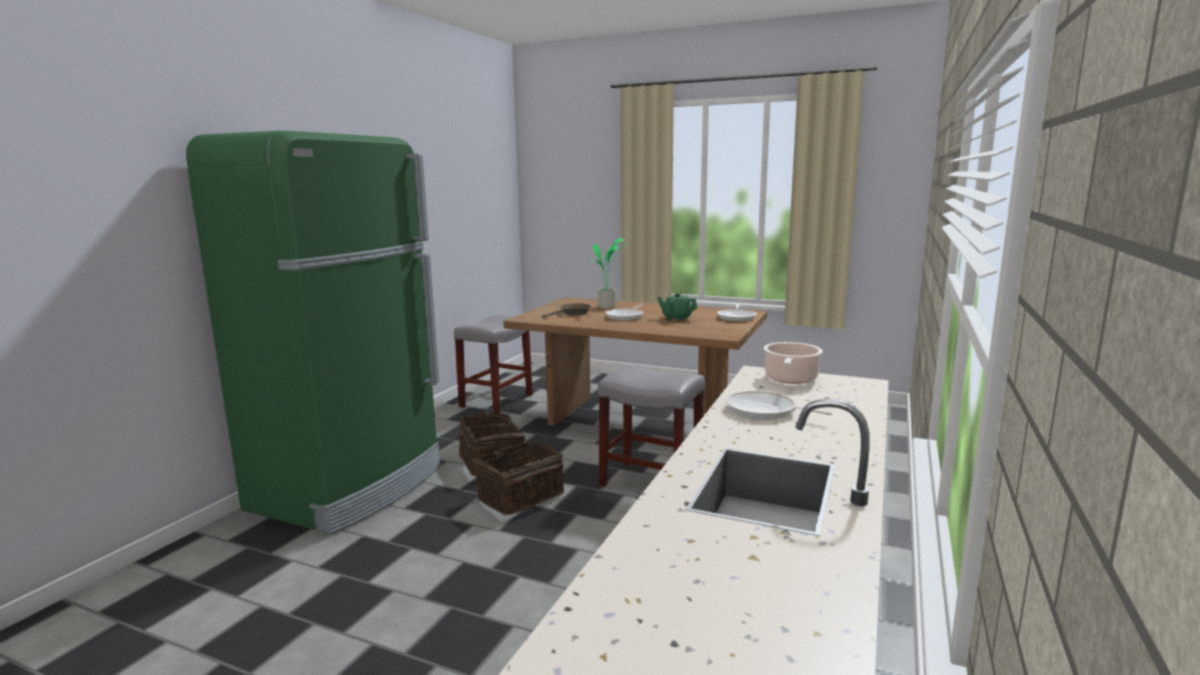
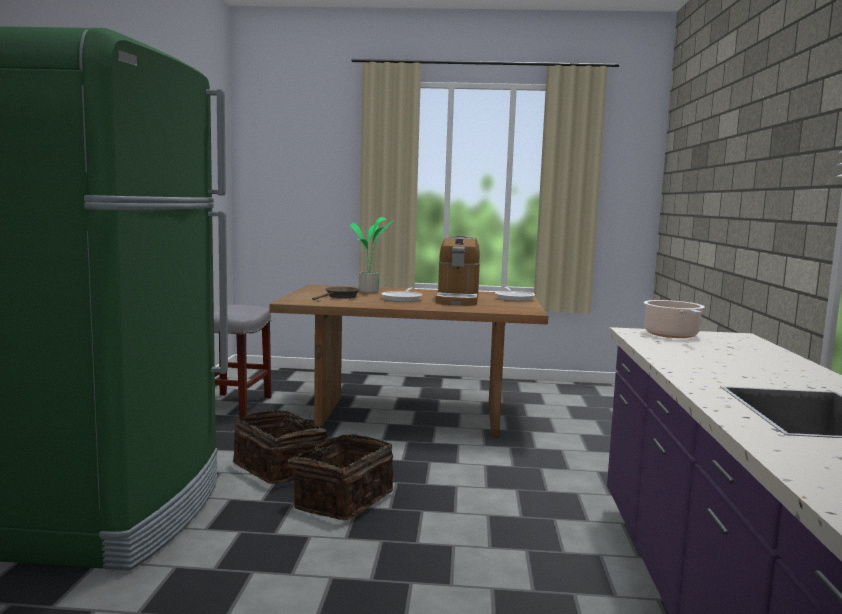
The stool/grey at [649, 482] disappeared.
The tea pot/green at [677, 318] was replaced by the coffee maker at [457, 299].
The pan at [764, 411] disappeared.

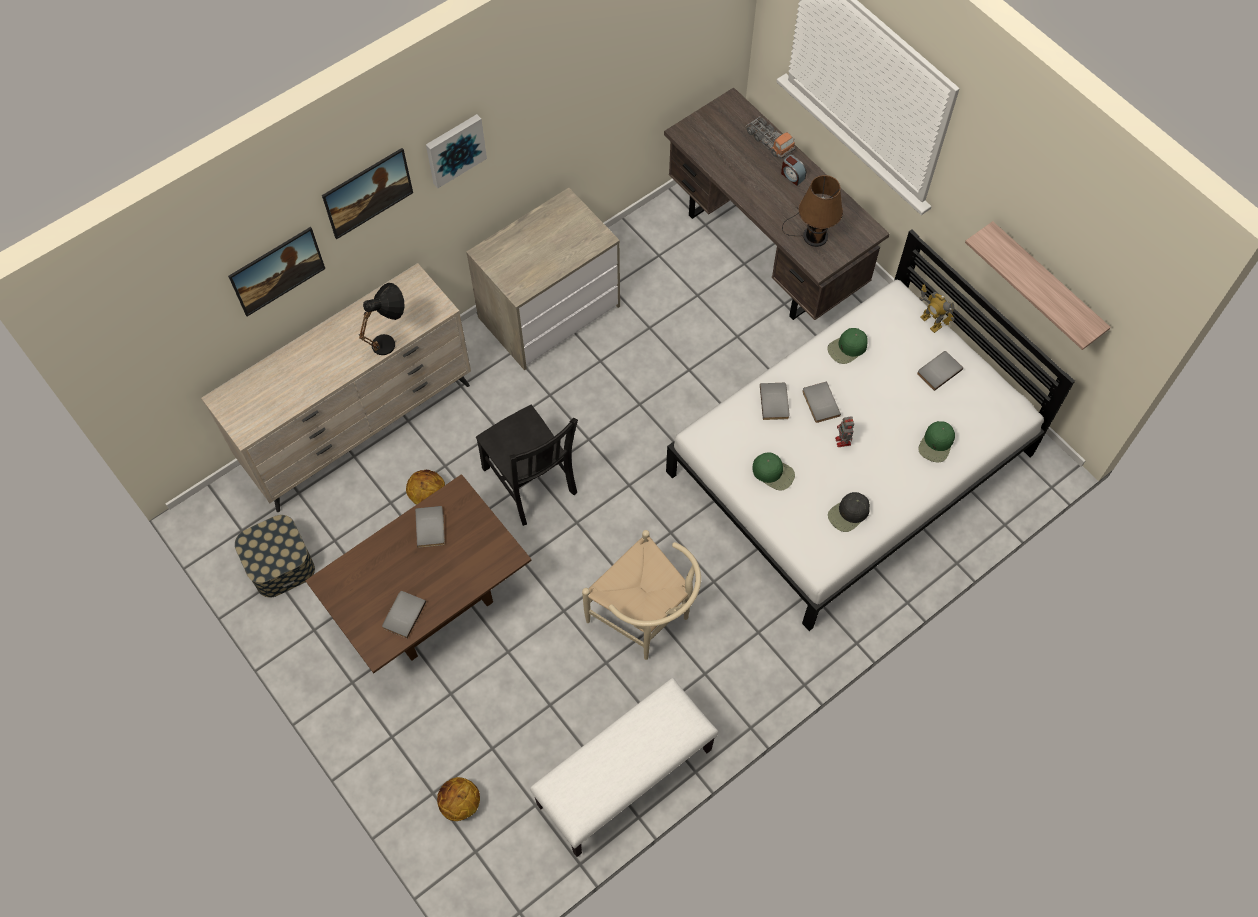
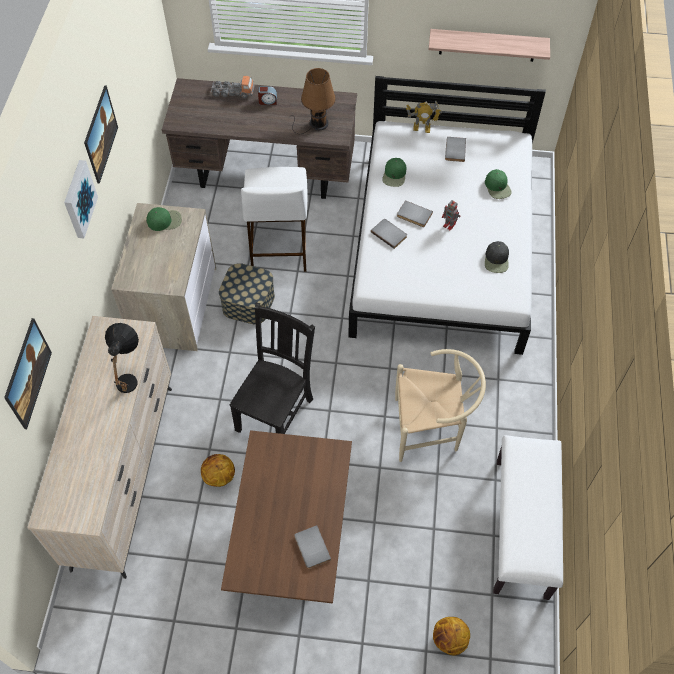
The storage box moved from [280, 564] to [248, 302].
The wall art moved from [371, 204] to [104, 144].
The bound book/grey at [431, 527] disappeared.
The plain chair/black at [531, 483] turned 75 degrees counterclockwise.
The cap/green moved from [773, 473] to [165, 221].
The stool/whitish at [278, 244] appeared.

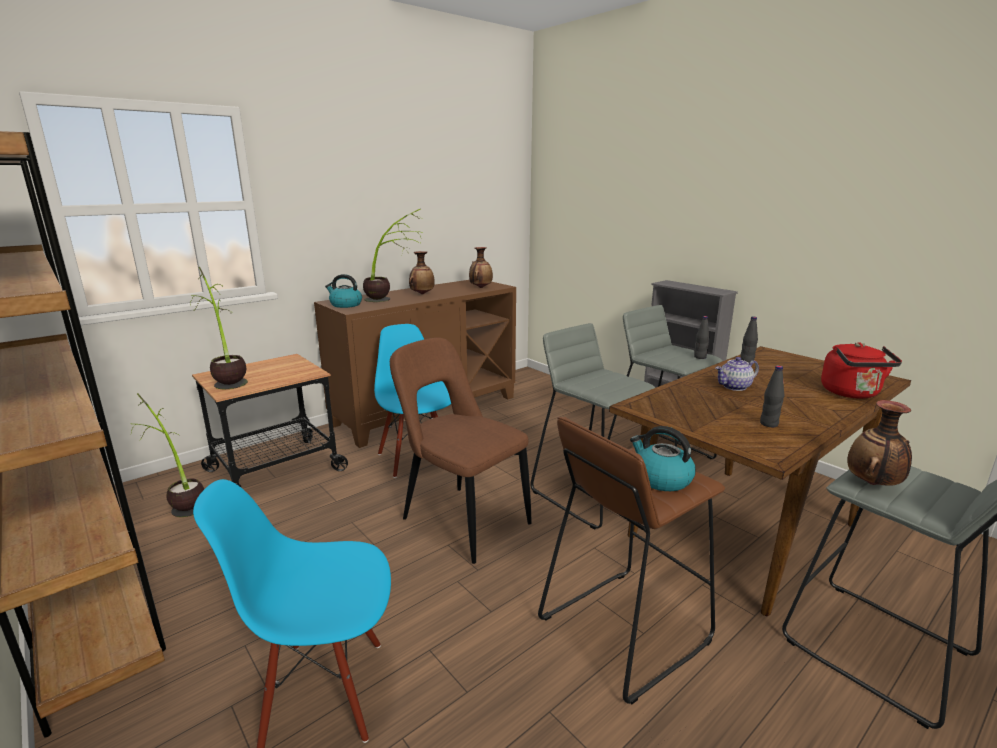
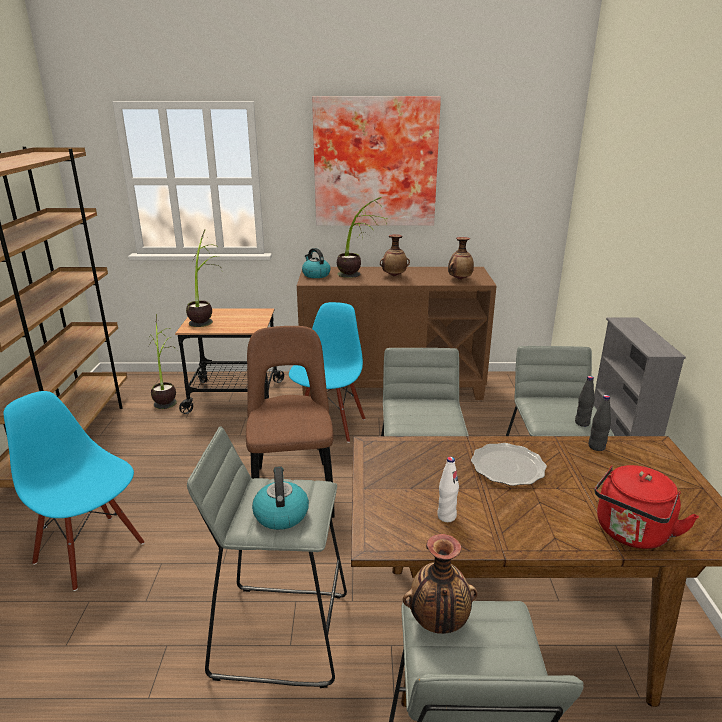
The stool/brownish at [622, 630] became the stool/grey at [280, 633].
The tea pot at [734, 387] was replaced by the dinner plate at [508, 467].
The beverage bottle/black at [768, 424] became the beverage bottle/whitish at [446, 516].
The wall art at [375, 162] appeared.

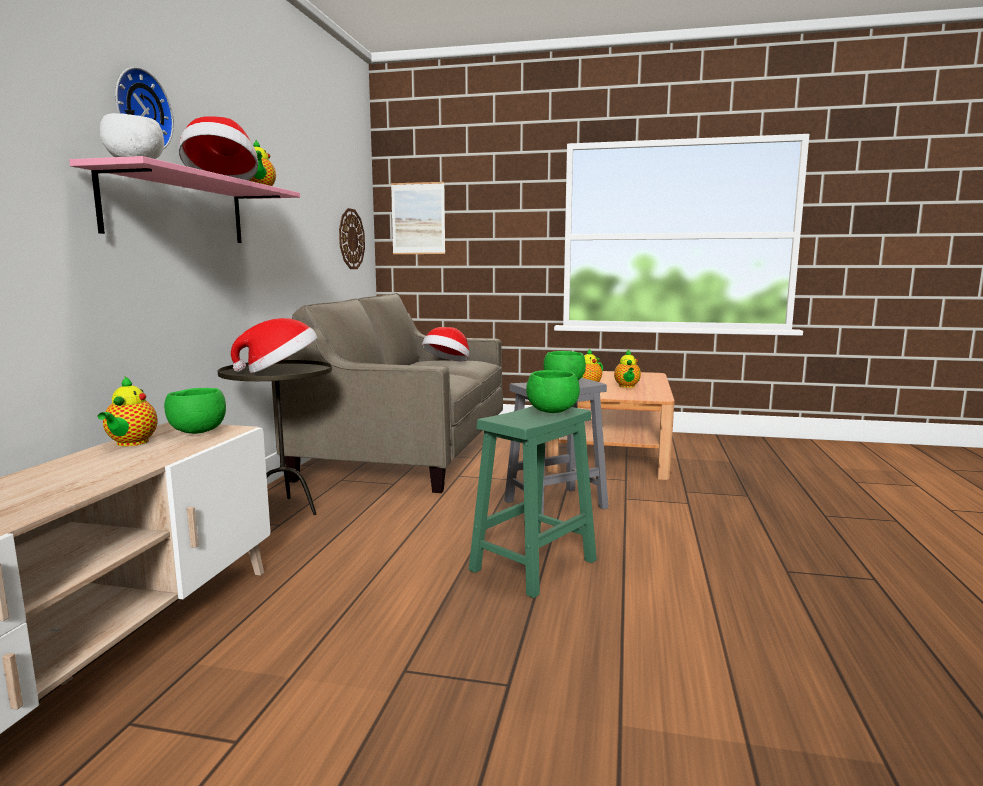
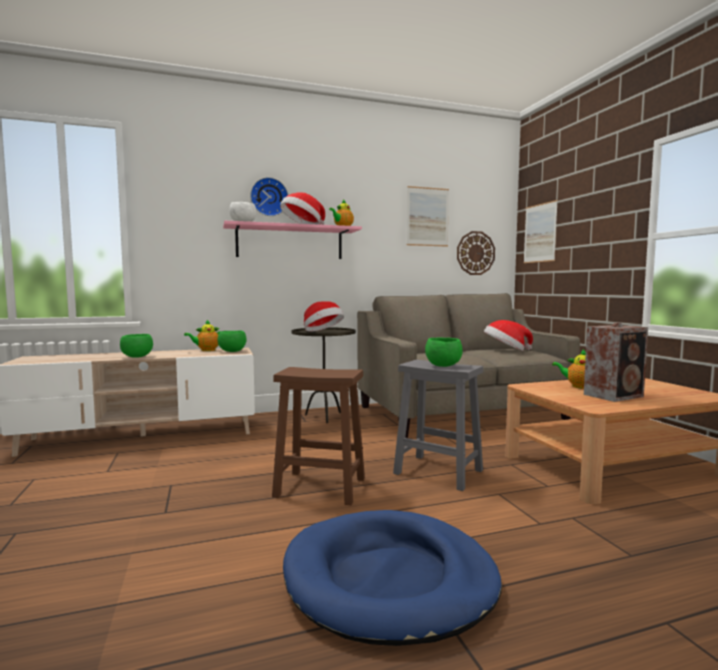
The stool/green at [534, 564] became the stool/brownish at [322, 487].
The deep dish/green moved from [552, 412] to [137, 357].
The tea pot at [627, 386] was replaced by the audio speaker at [615, 395].
The pet bed/bluish at [389, 579] appeared.
The wall art at [427, 217] appeared.

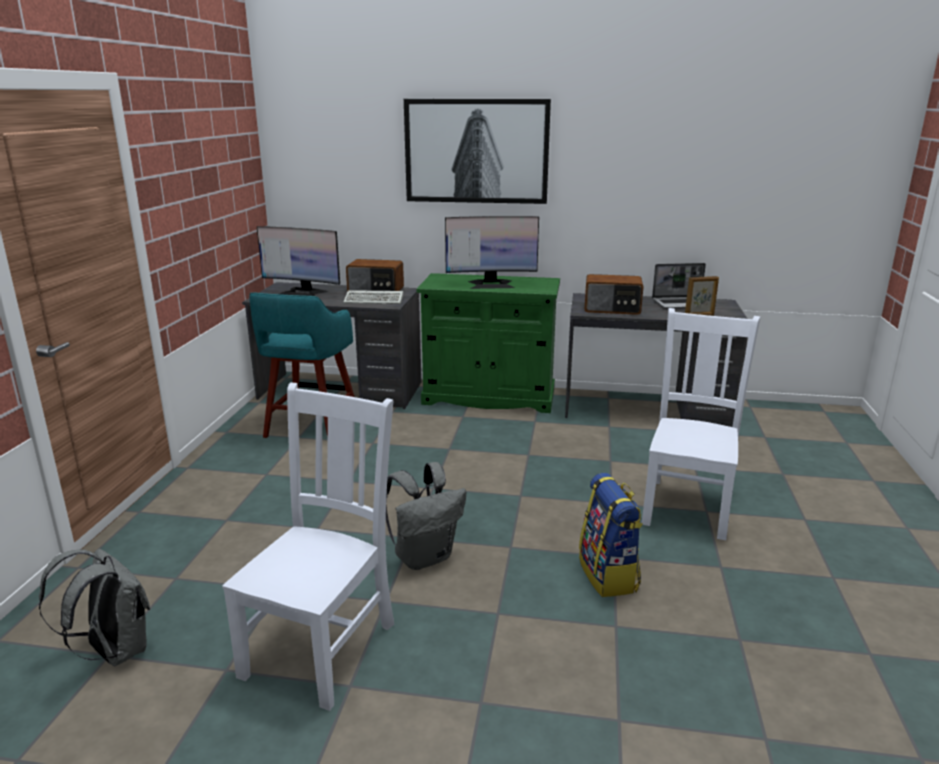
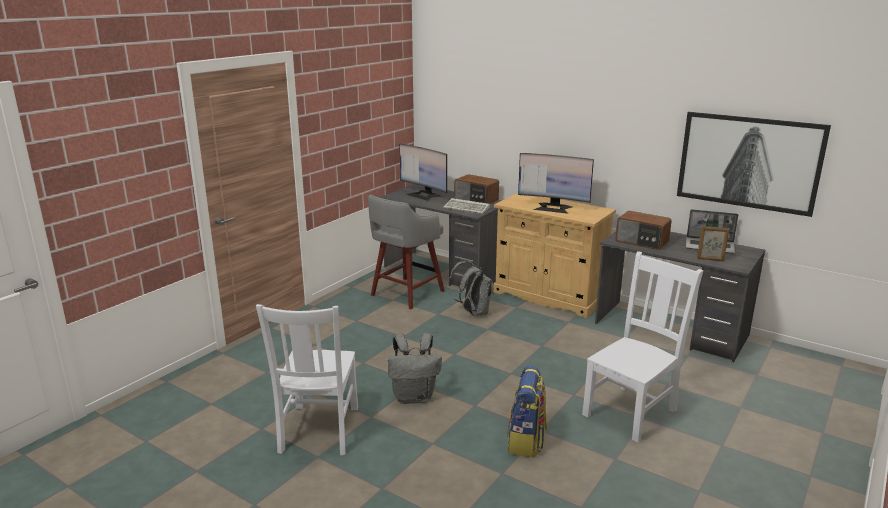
The knapsack/grey moved from [114, 651] to [473, 312].
The plain chair/whitish at [323, 646] turned 135 degrees clockwise.
The stool/blue-green at [311, 427] became the stool/grey at [406, 294].
The wall art moved from [476, 151] to [749, 162].
The storage cabinet/green at [489, 397] became the storage cabinet/beige-coloured at [549, 296].

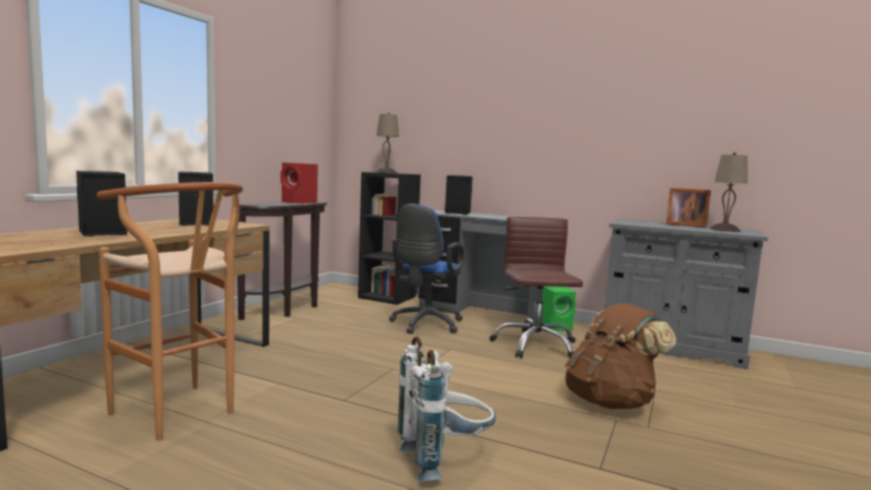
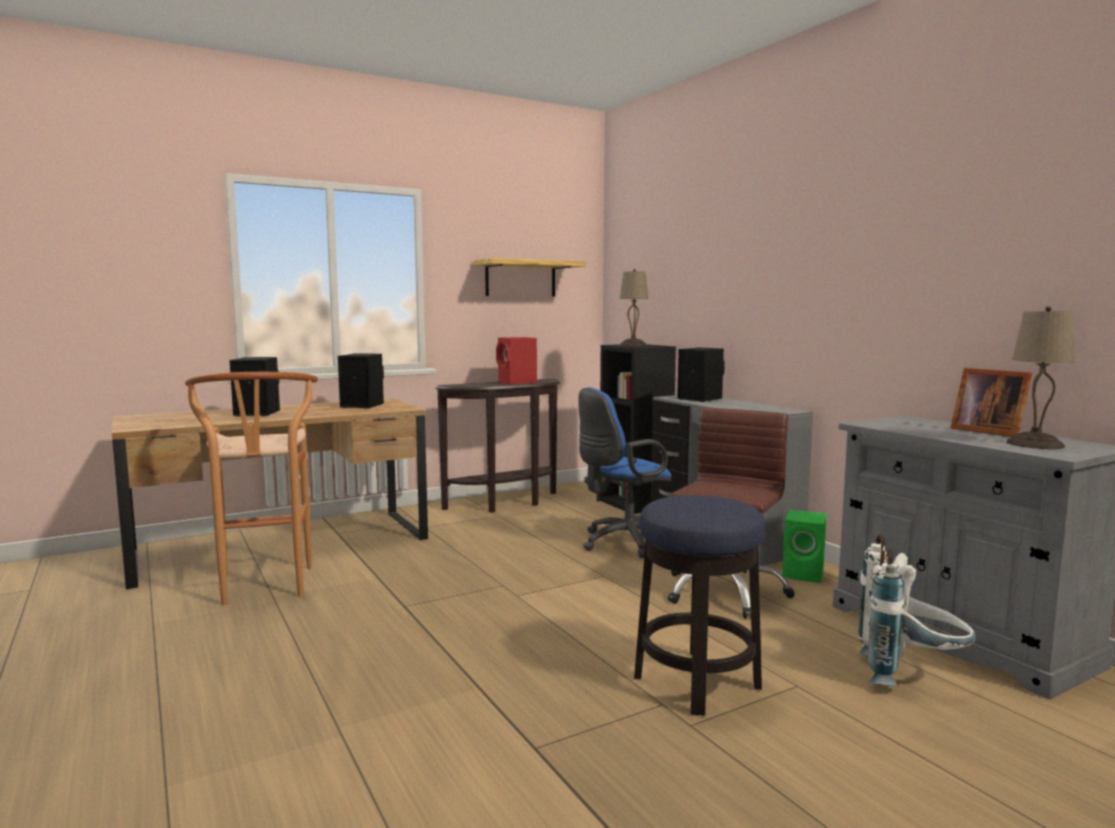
The knapsack/whitish moved from [445, 460] to [909, 675].
The knapsack/brownish at [610, 402] was replaced by the stool at [697, 682].
The wall shelf at [520, 279] appeared.

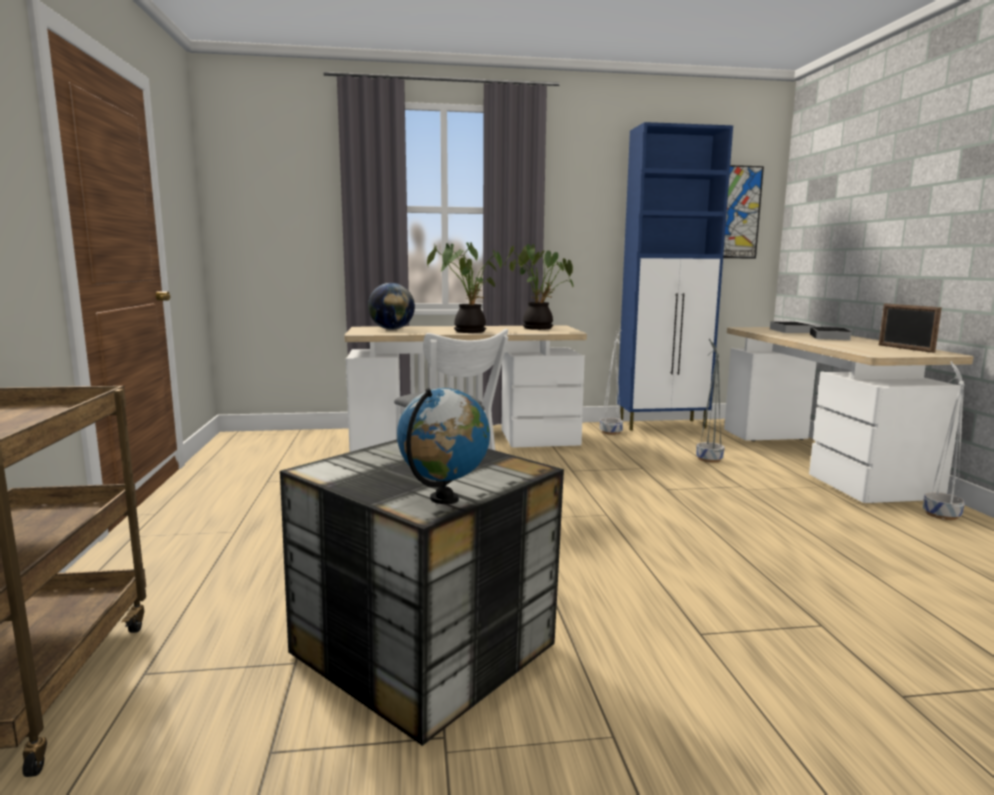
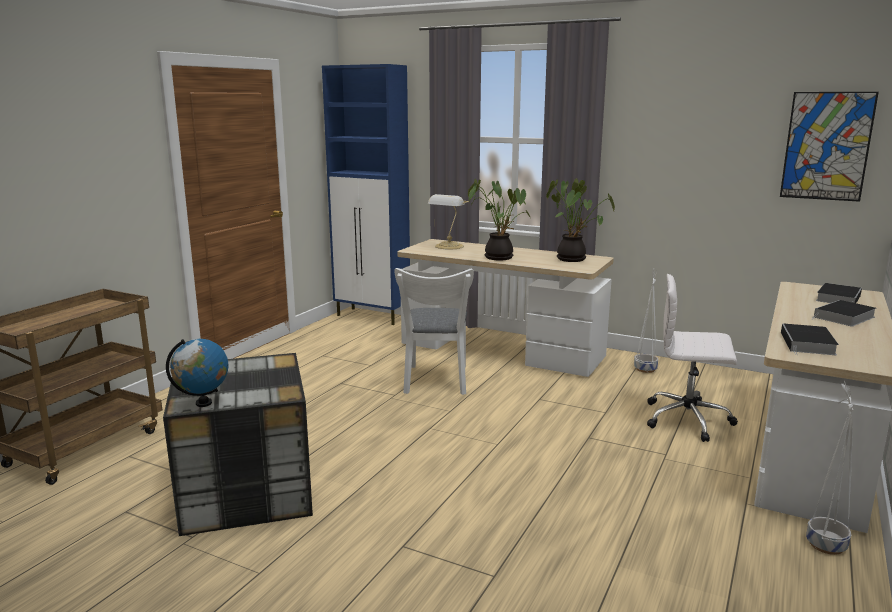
The world globe at [392, 329] was replaced by the tabletop lamp at [448, 246].
The storage cabinet/bluish moved from [663, 425] to [373, 316].
The plant pot/grey at [708, 459] was replaced by the computer chair/whitish at [689, 419].
The photo frame at [905, 348] disappeared.
The bound book at [808, 344] appeared.

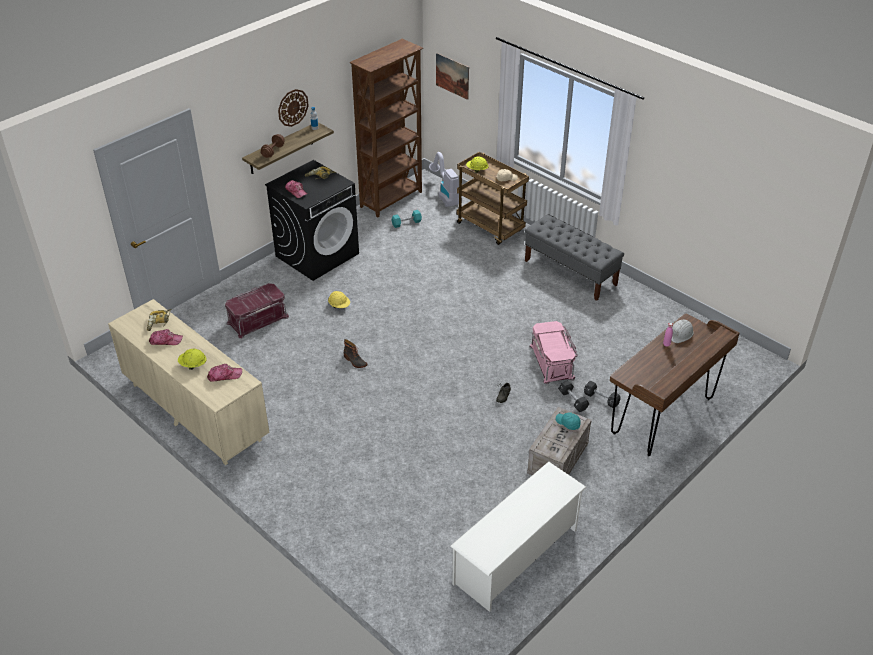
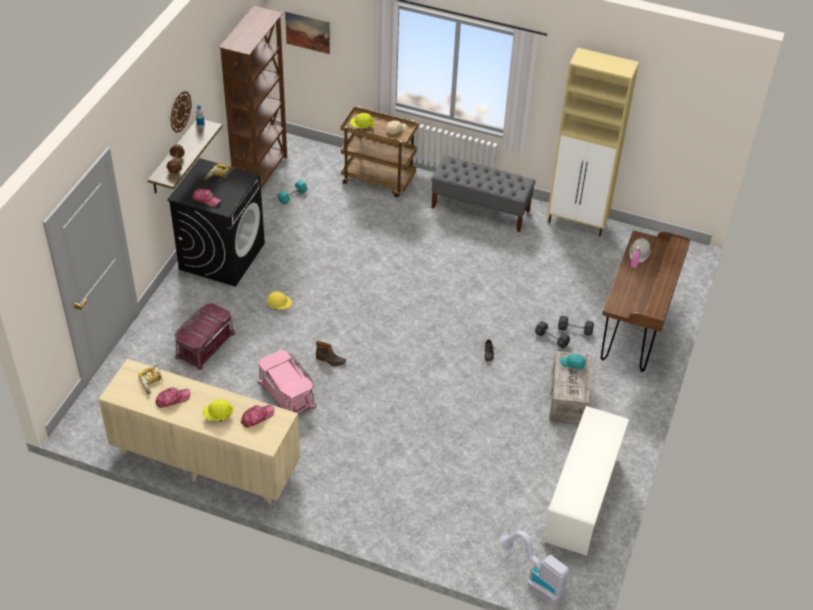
The vacuum cleaner moved from [445, 195] to [535, 580].
The storage box/pinkish moved from [552, 362] to [287, 393].
The storage cabinet/beige-coloured at [577, 223] appeared.

